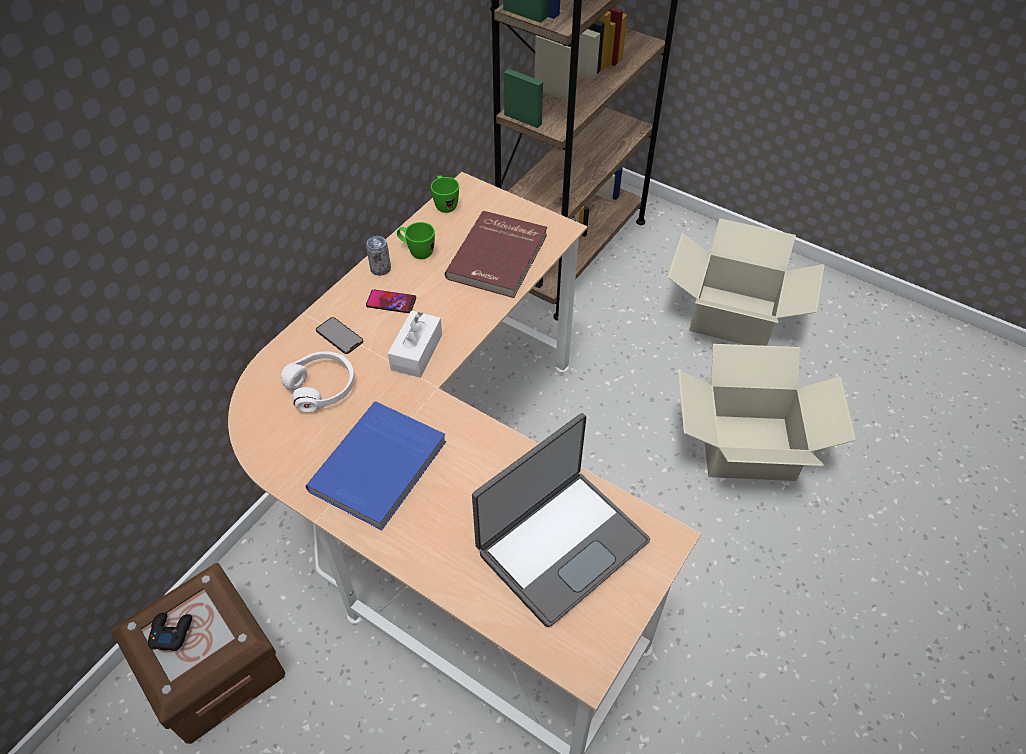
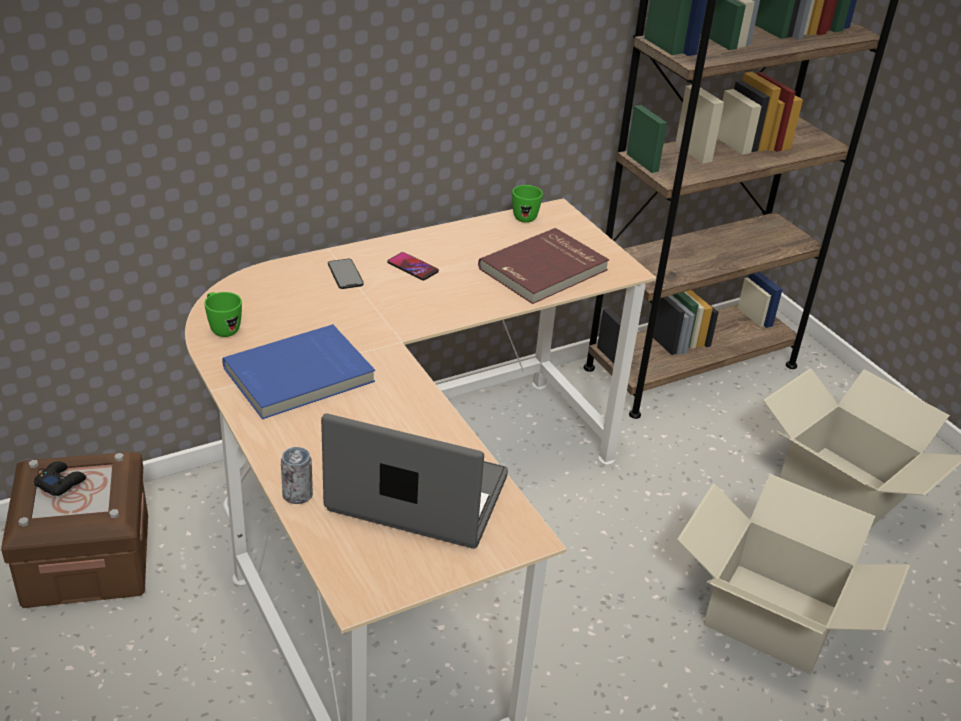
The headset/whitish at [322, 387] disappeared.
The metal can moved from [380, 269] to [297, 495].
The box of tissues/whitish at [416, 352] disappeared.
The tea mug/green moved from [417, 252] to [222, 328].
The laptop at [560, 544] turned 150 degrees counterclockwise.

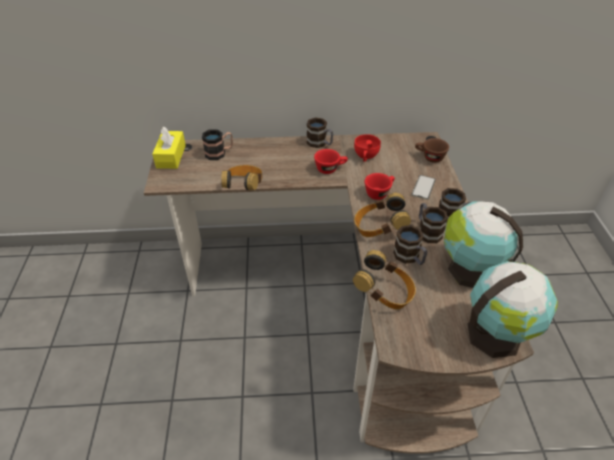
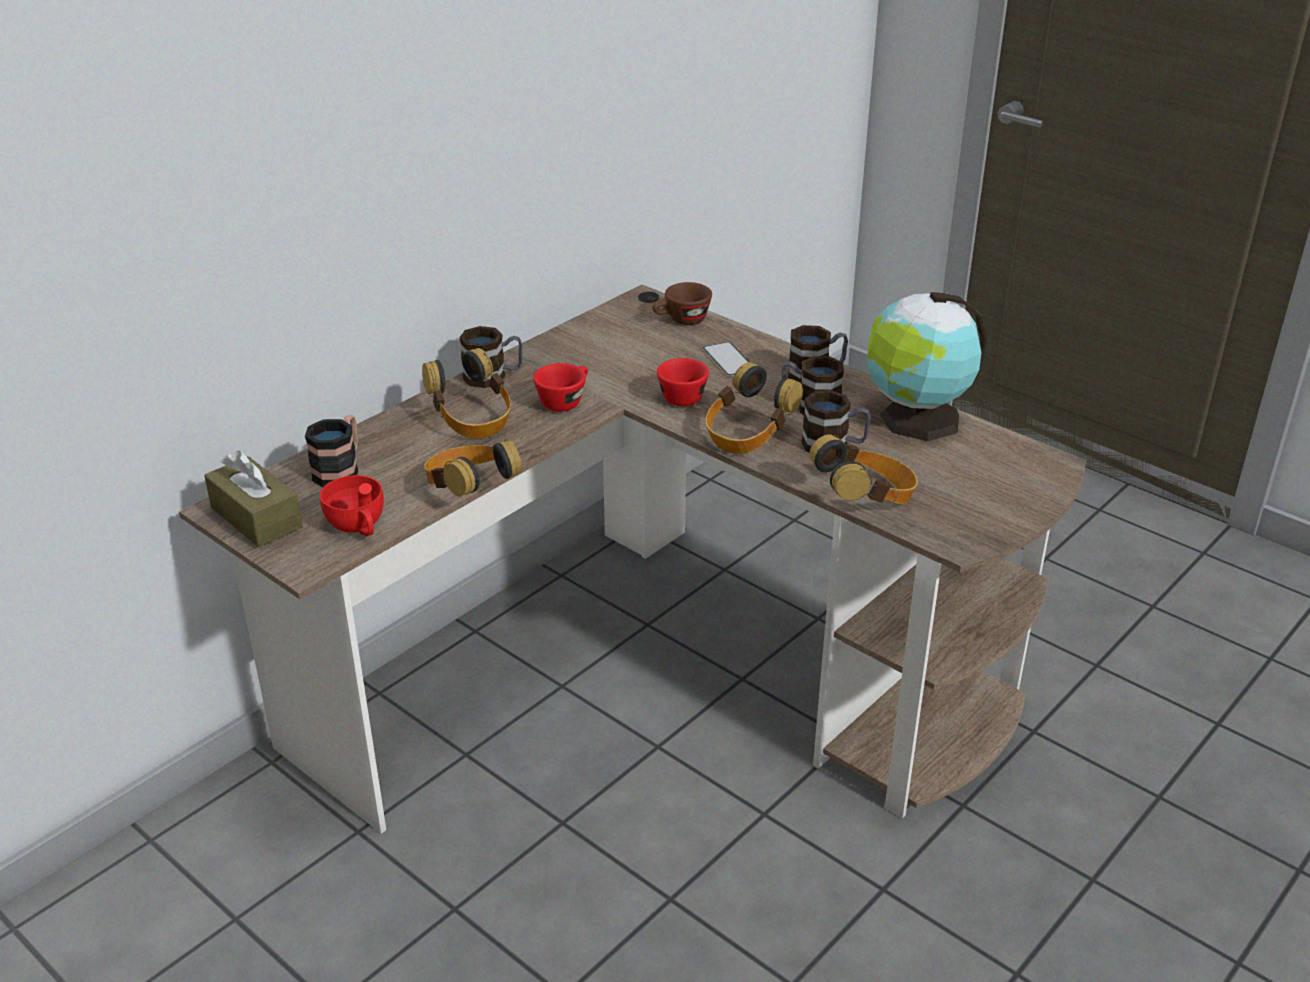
The box of tissues/yellow-coloured at [171, 156] became the box of tissues/brownish at [256, 517].
The cup/red-coloured moved from [365, 156] to [358, 527].
The world globe at [496, 333] disappeared.
The headset at [472, 420] appeared.

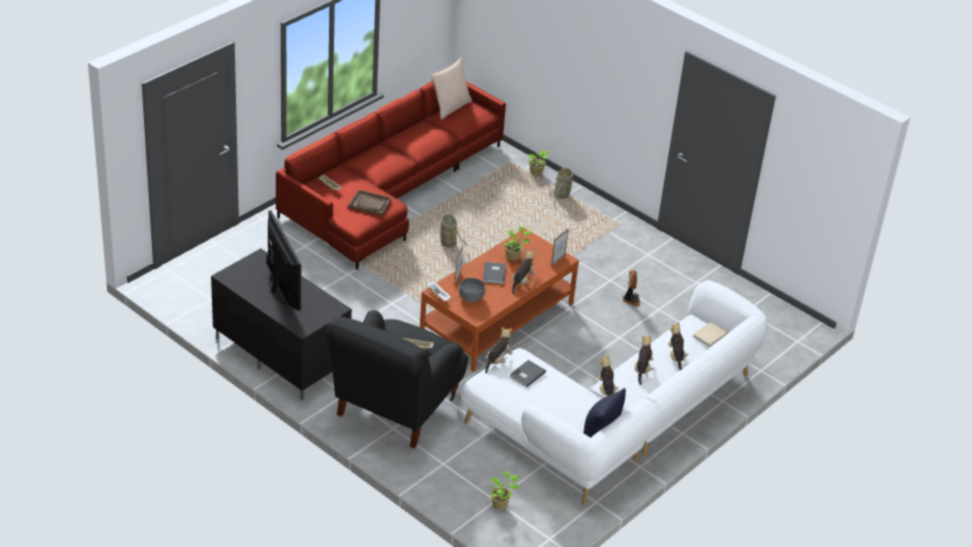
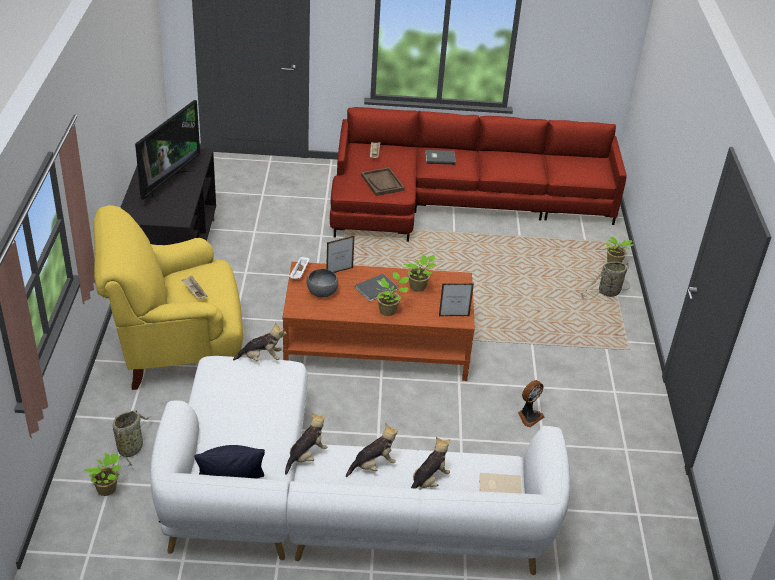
The lounge chair/black at [395, 408] became the lounge chair/yellow-coloured at [176, 350].
The pillow/beige-coloured at [450, 107] disappeared.
The storage basket moved from [447, 242] to [131, 448].
The bound book/grey moved from [526, 374] to [439, 158].
The plush toy at [522, 281] was replaced by the potted plant at [389, 310].

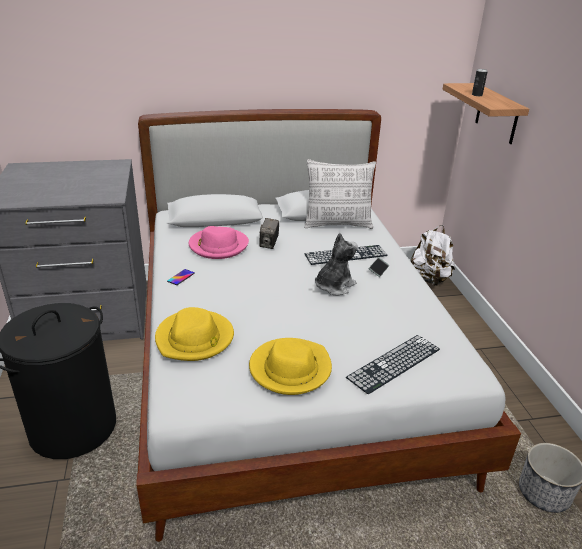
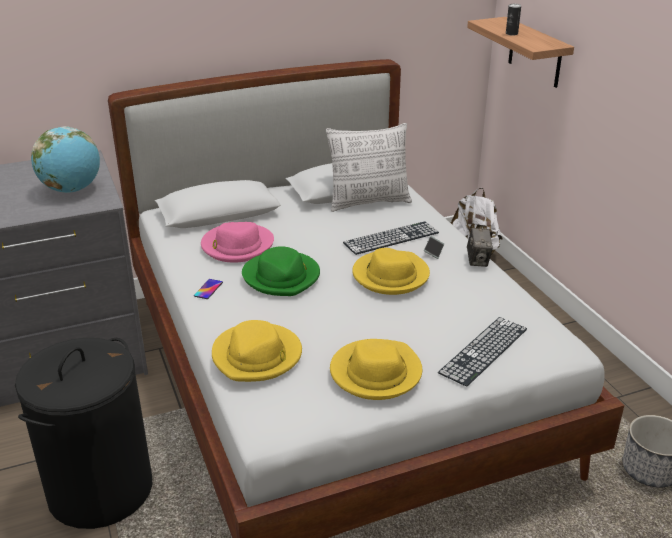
The still camera moved from [269, 244] to [478, 260].
The plush toy at [334, 286] was replaced by the wearable hat/yellow-coloured at [390, 275].
The world globe at [72, 190] appeared.
The wearable hat/green at [282, 277] appeared.

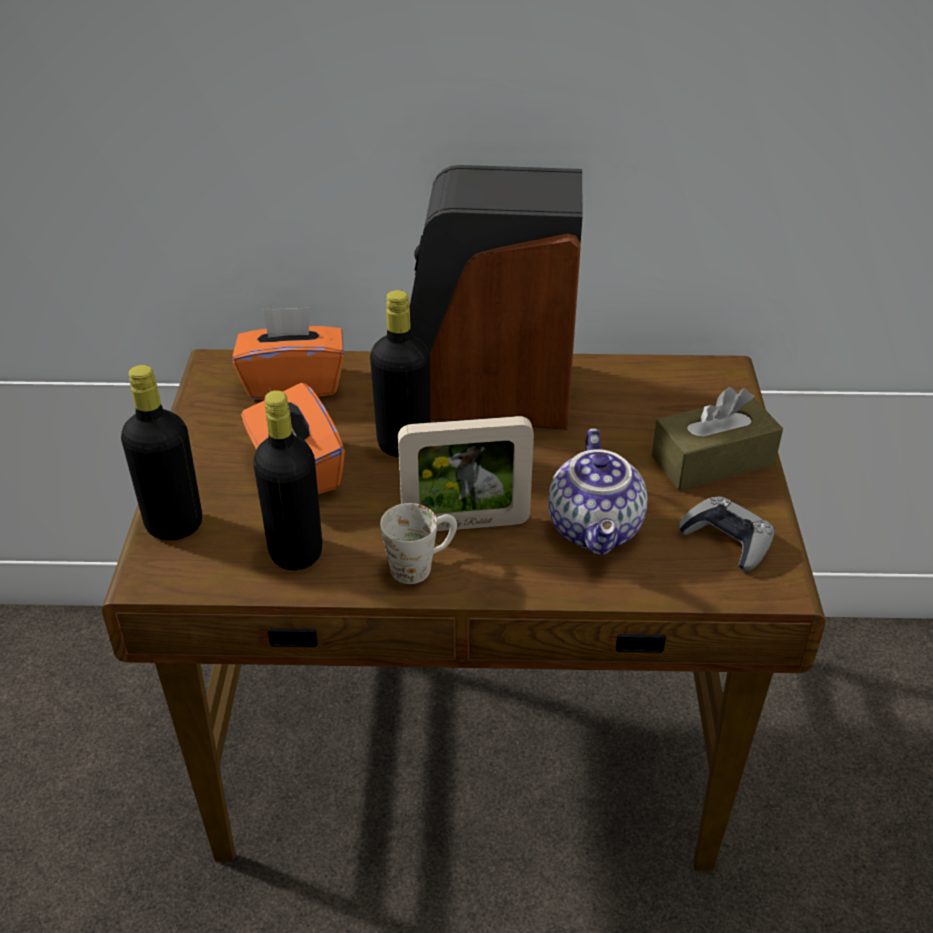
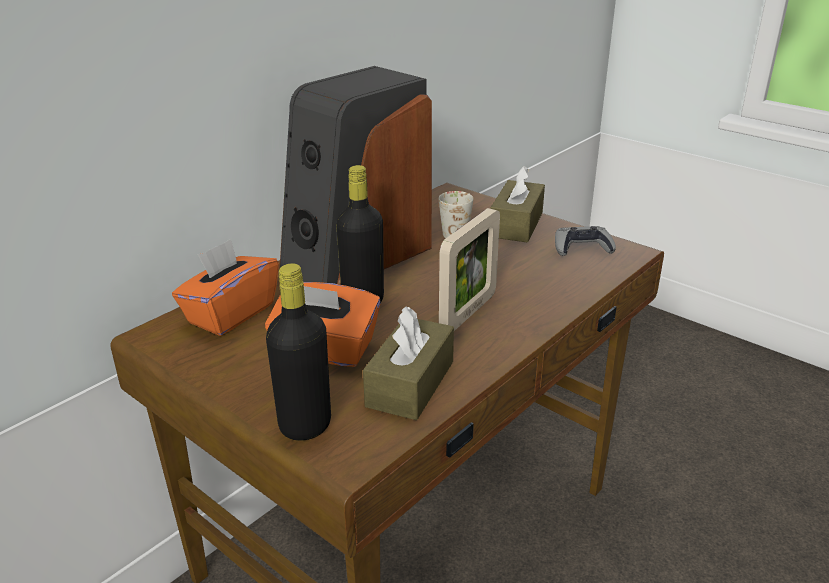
The beverage bottle/black at [296, 552] was replaced by the box of tissues/brownish at [410, 384].
The tea mug/whitish moved from [422, 564] to [455, 231].
The tea pot at [597, 529] disappeared.

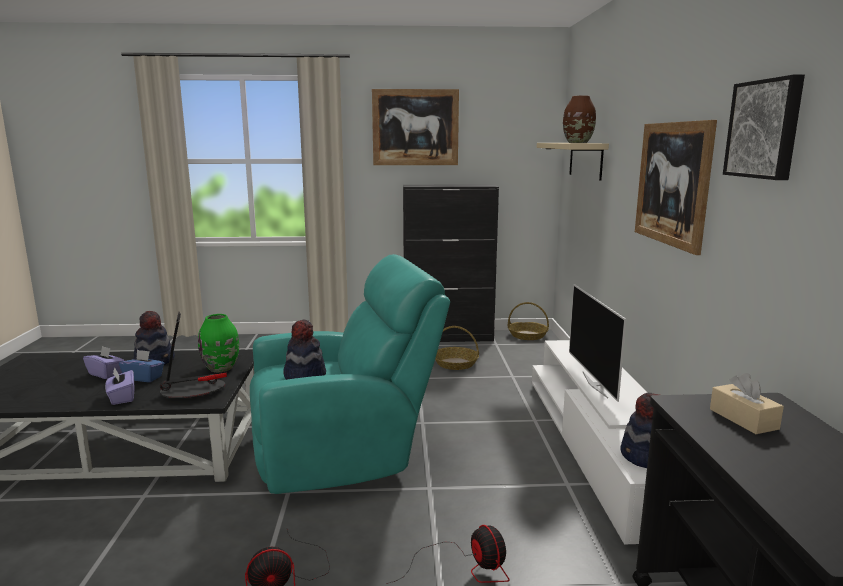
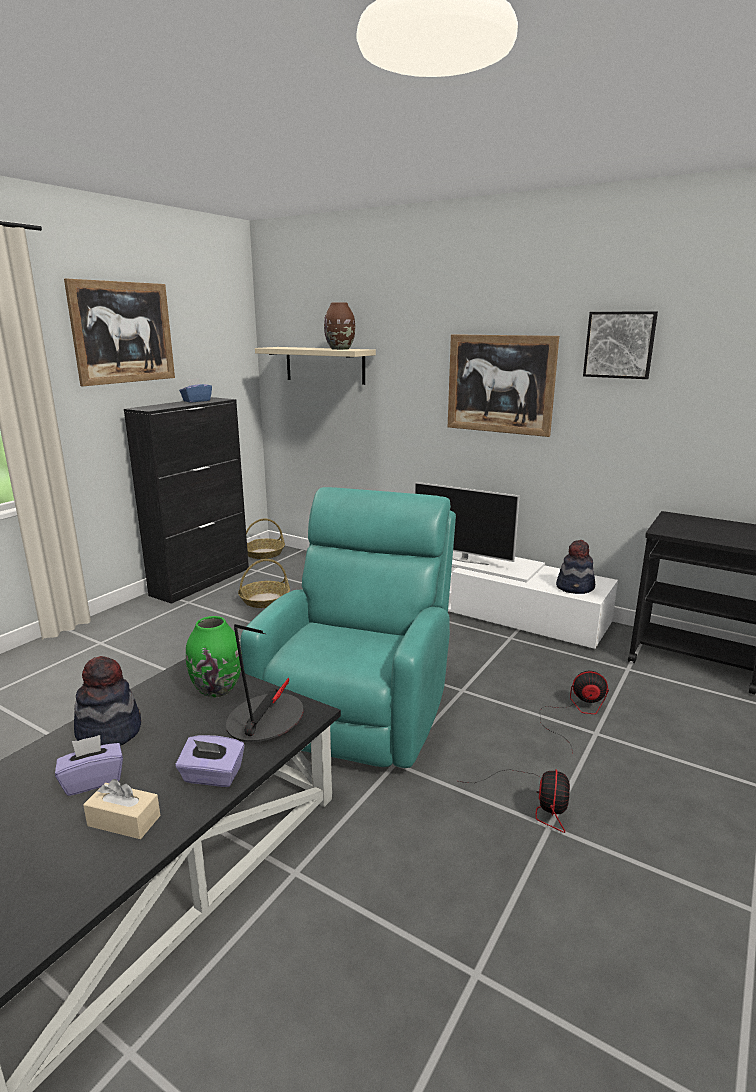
The box of tissues/bluish moved from [144, 378] to [196, 401].
The wearable hat at [304, 376] disappeared.
The box of tissues/beige-coloured moved from [743, 419] to [124, 821].

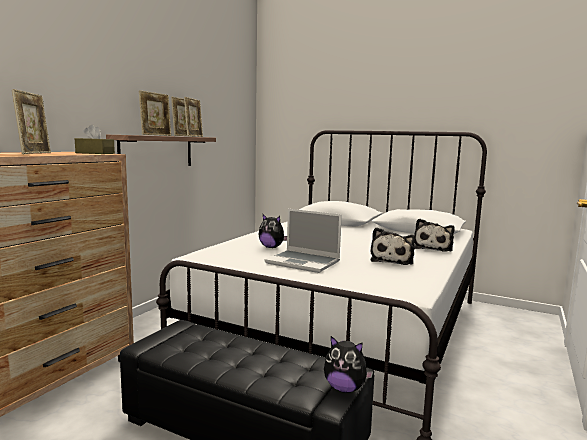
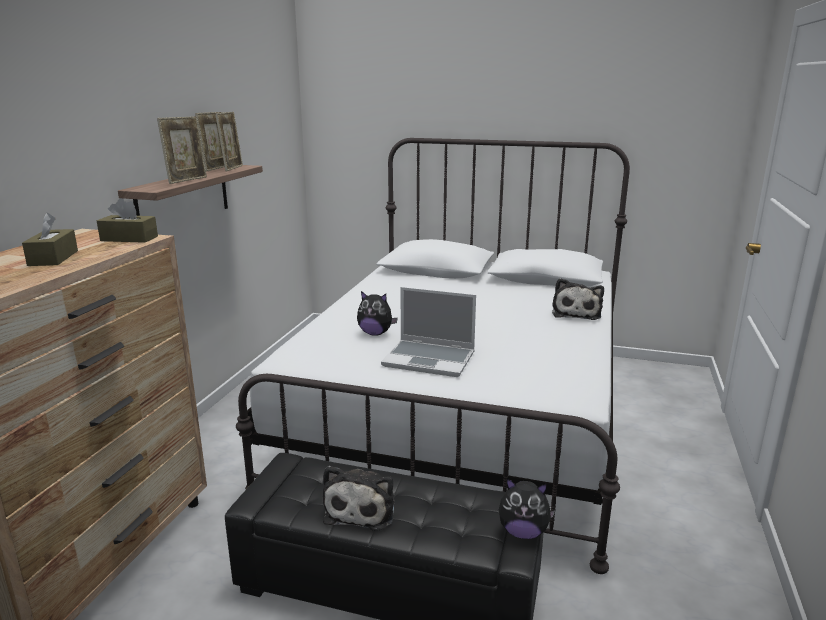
The photo frame at [35, 153] was replaced by the box of tissues/brownish at [53, 258].
The plush toy moved from [392, 260] to [362, 508].

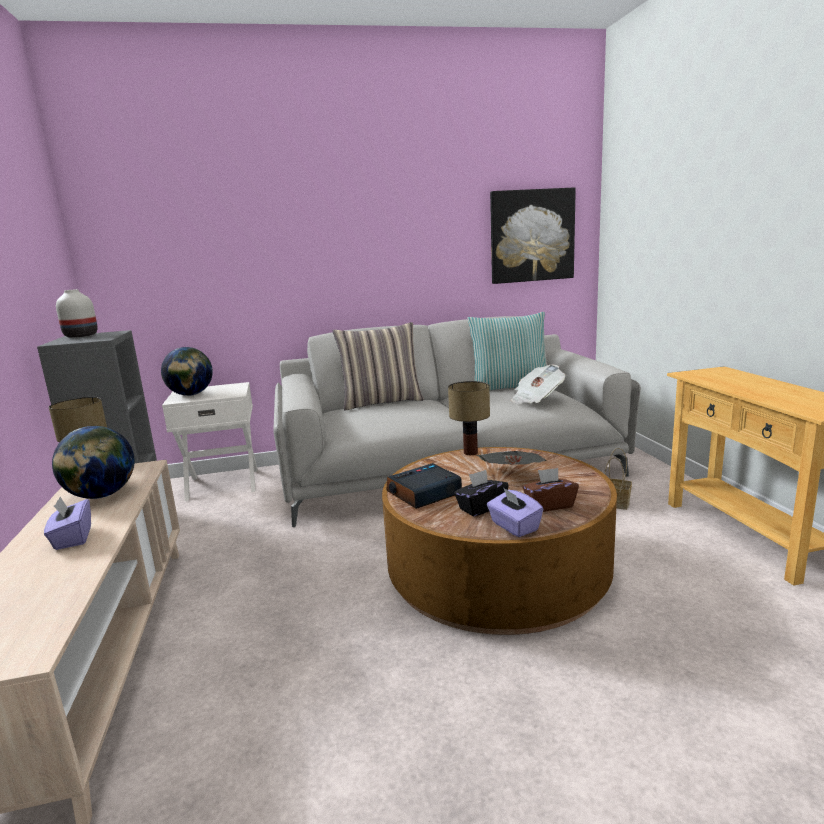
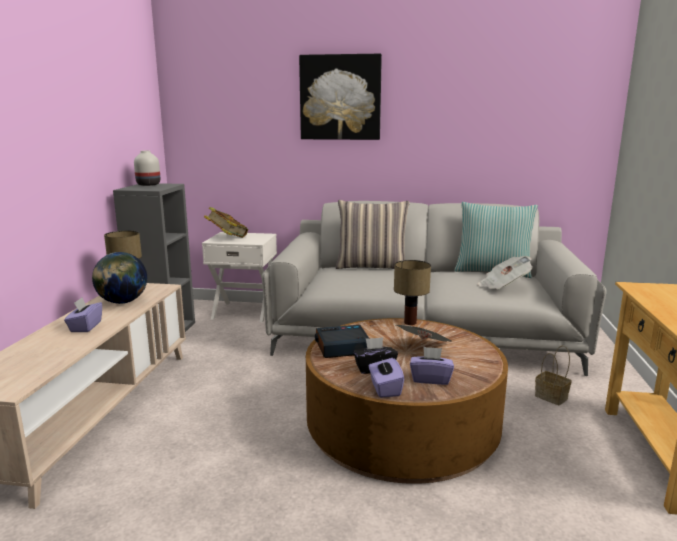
The world globe at [191, 395] was replaced by the bound book at [227, 238].
The wall art moved from [531, 236] to [340, 97].
The box of tissues/brownish at [549, 505] became the box of tissues/purple at [430, 379].

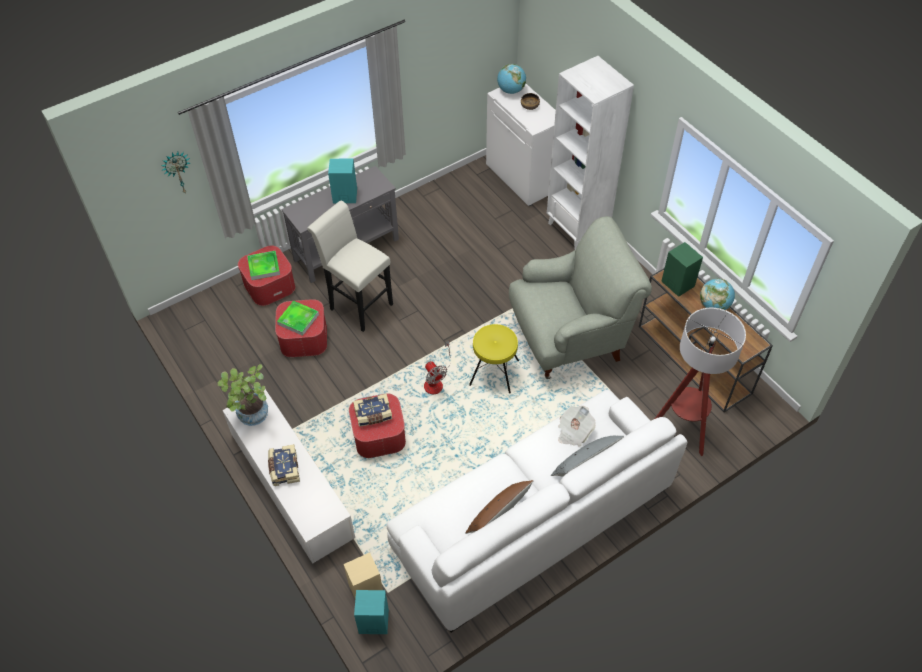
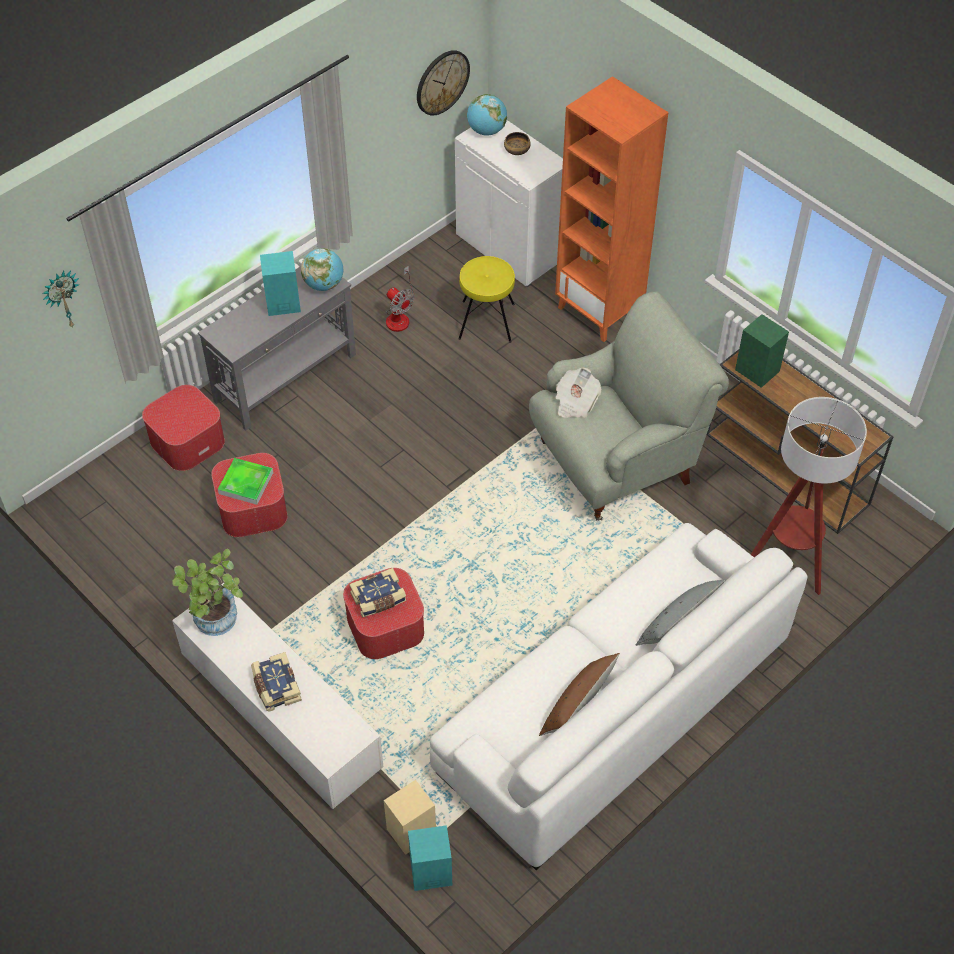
The carrying tray at [264, 267] disappeared.
The stool/whitish at [358, 304] disappeared.
The cooling fan moved from [436, 381] to [399, 316].
The stool/yellow-coloured moved from [494, 372] to [487, 321].
The shelving unit/whitish at [577, 229] became the shelving unit/orange at [599, 311].
The printed paper moved from [574, 432] to [575, 402].
The world globe moved from [714, 306] to [324, 284].
The hanging clock at [442, 82] appeared.

